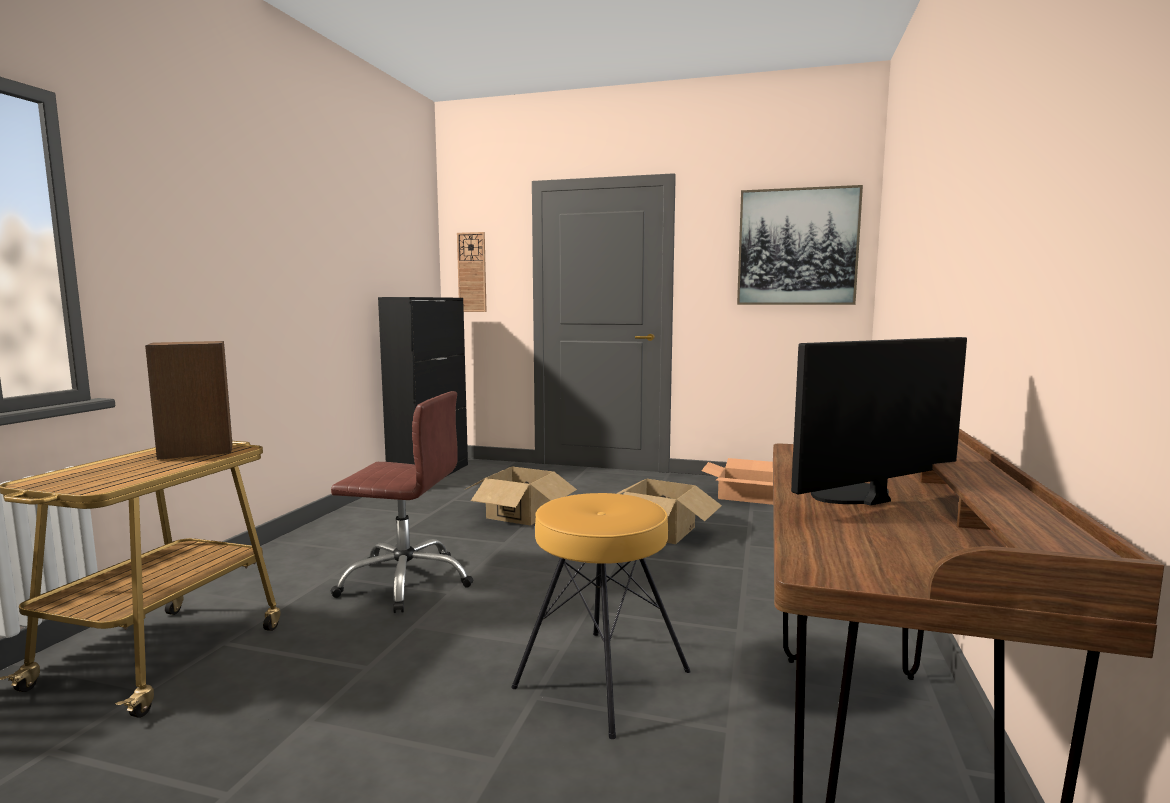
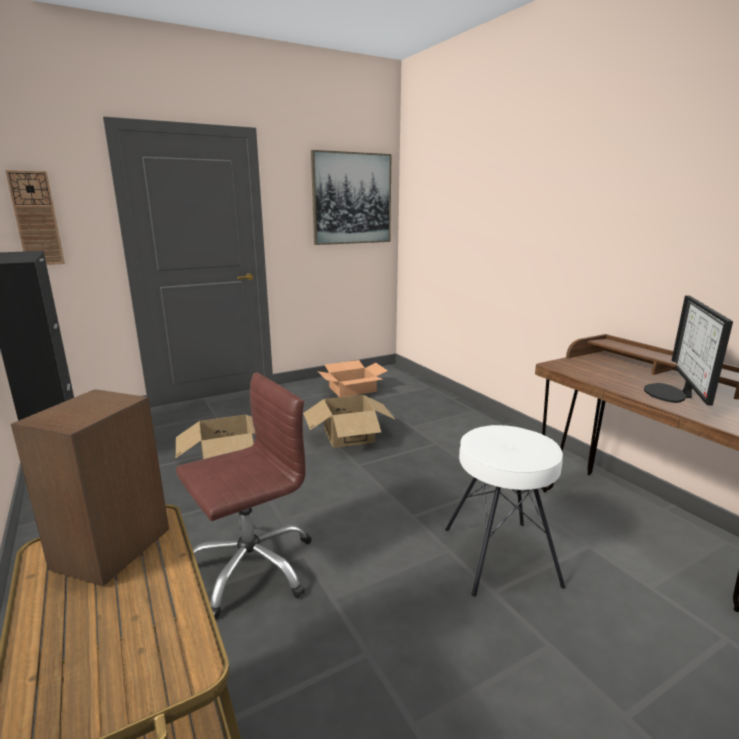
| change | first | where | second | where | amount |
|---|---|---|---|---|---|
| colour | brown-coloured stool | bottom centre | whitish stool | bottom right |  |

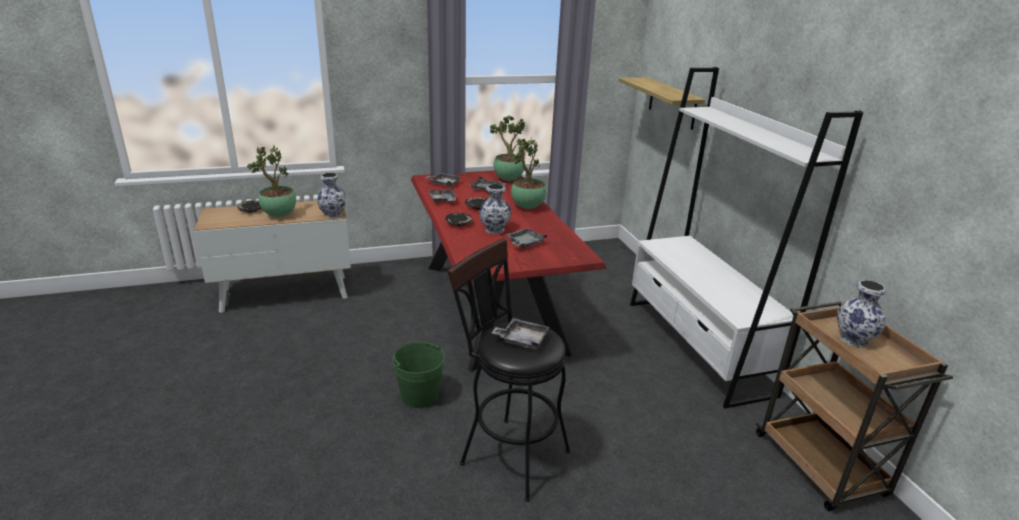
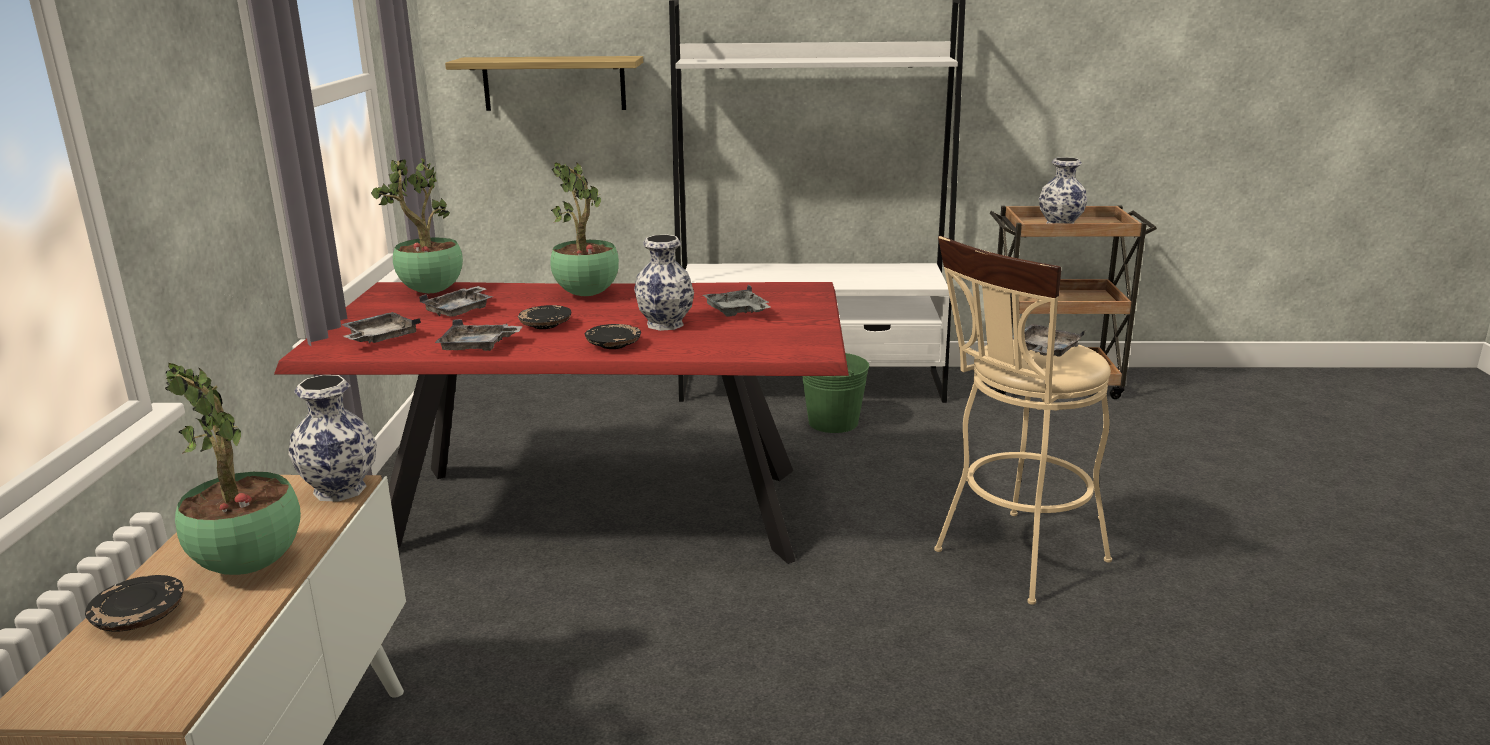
| change | first | where | second | where | amount |
|---|---|---|---|---|---|
| colour | blackish stool | bottom centre | beige-coloured stool | middle right |  |
| relocated | green water bucket | bottom centre |  | centre |  |

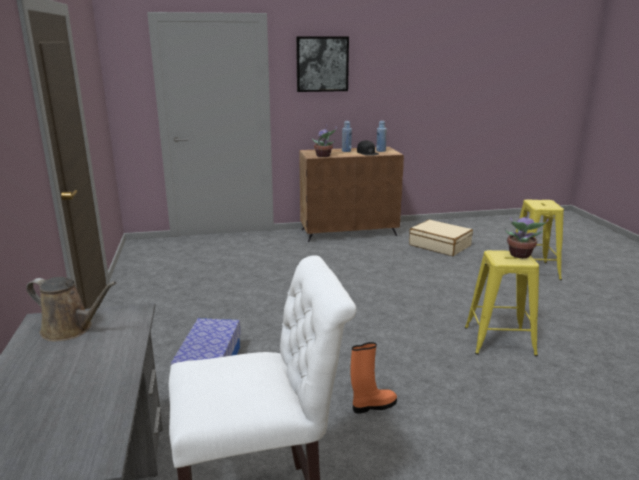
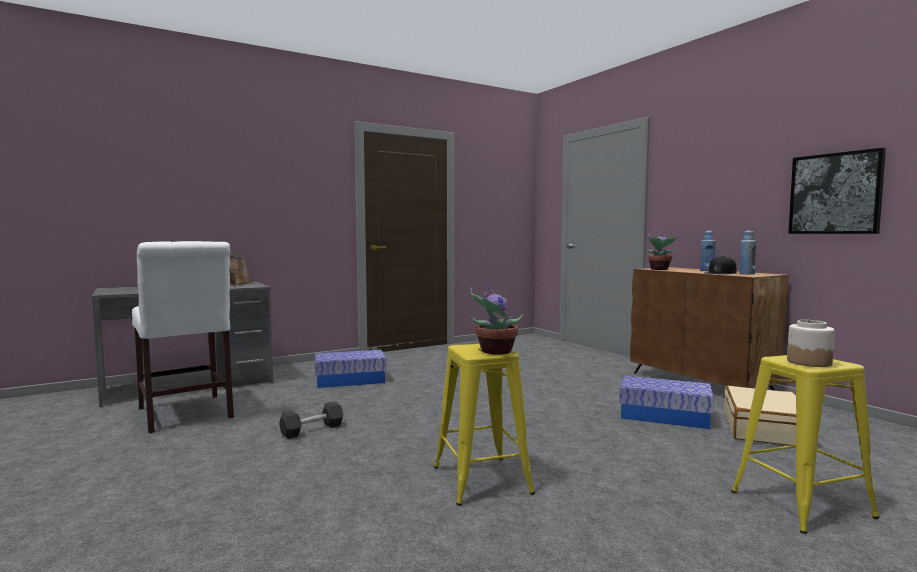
| change | first | where | second | where | amount |
|---|---|---|---|---|---|
| relocated | picture | top centre |  | middle right |  |
| exchanged | orangey tall boot | bottom centre | blackish free weight | bottom centre |  |
| appeared |  |  | storage jar | middle right |  |
| appeared |  |  | storage container (no. 2 from left) | bottom right |  |

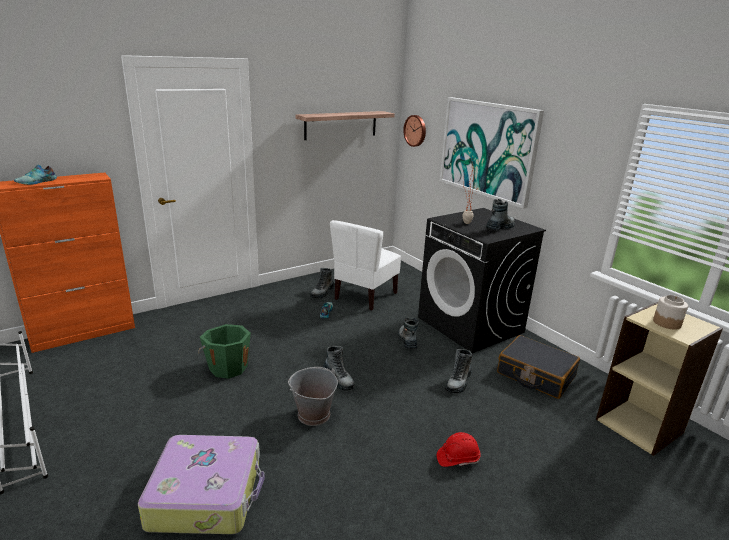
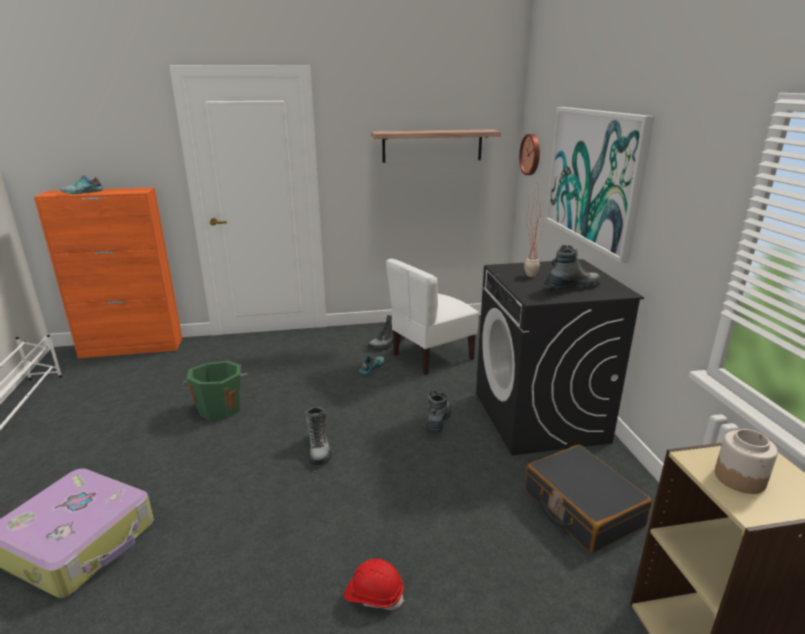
| change | first | where | second | where | amount |
|---|---|---|---|---|---|
| missing | tall boot (no. 4 from left) | bottom centre |  |  |  |
| missing | gray water bucket | bottom centre |  |  |  |

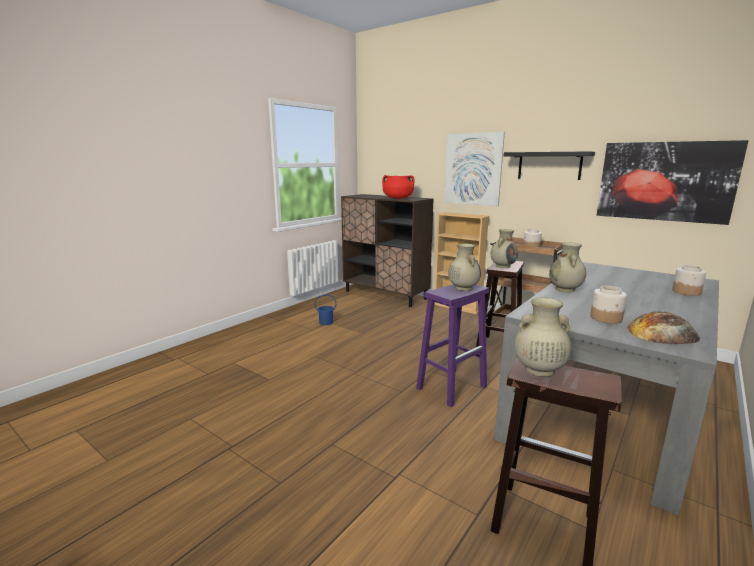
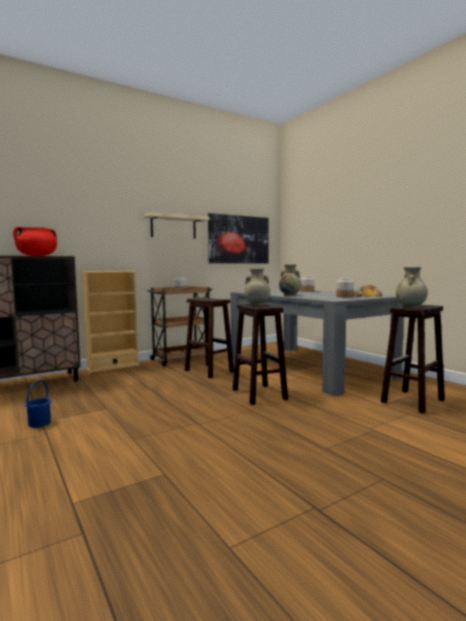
| change | first | where | second | where | amount |
|---|---|---|---|---|---|
| missing | picture (no. 1 from left) | top centre |  |  |  |
| colour | blackish wall shelf | top right | beige-coloured wall shelf | centre |  |
| missing | beige-coloured flower vase (no. 2 from left) | middle right |  |  |  |
| colour | purplish stool | centre | brown-coloured stool (no. 2 from left) | centre |  |

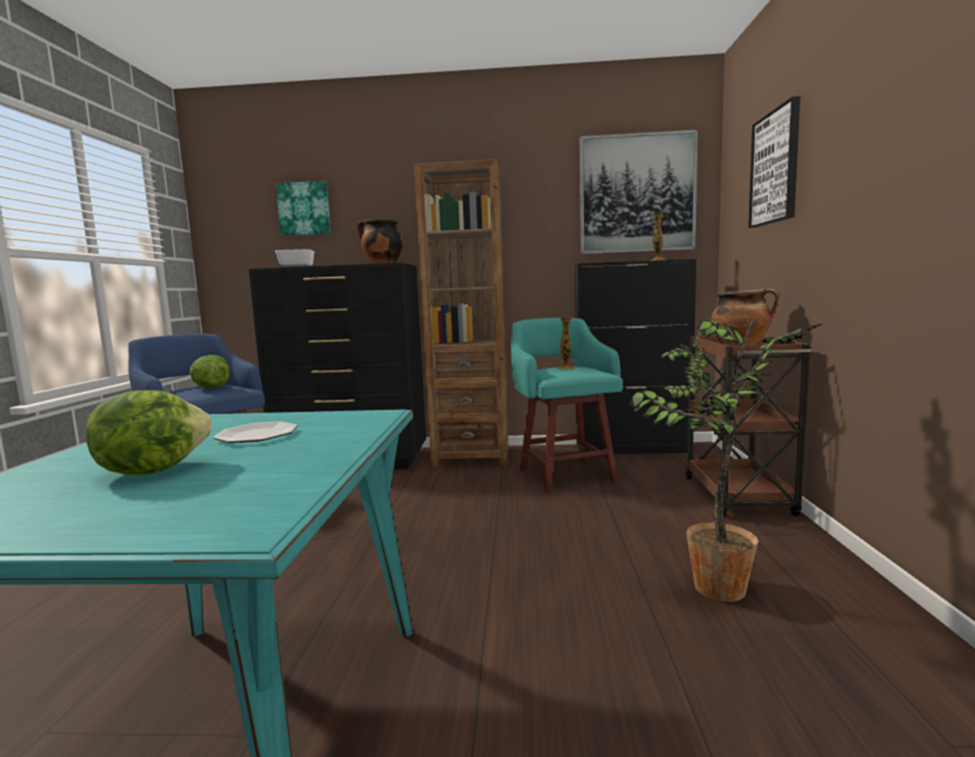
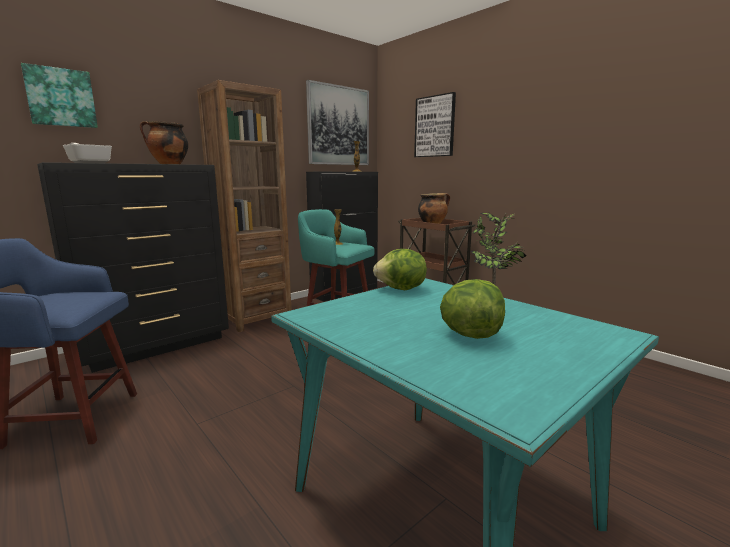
| change | first | where | second | where | amount |
|---|---|---|---|---|---|
| relocated | lettuce head (no. 2 from left in the first image) | middle left | lettuce head (no. 1 from left) | centre |  |
| missing | plate | middle left |  |  |  |

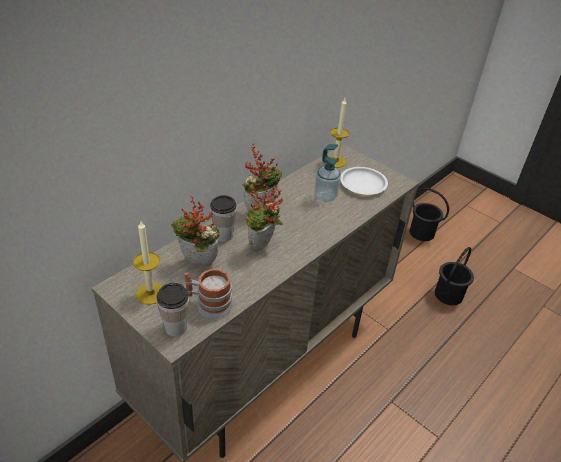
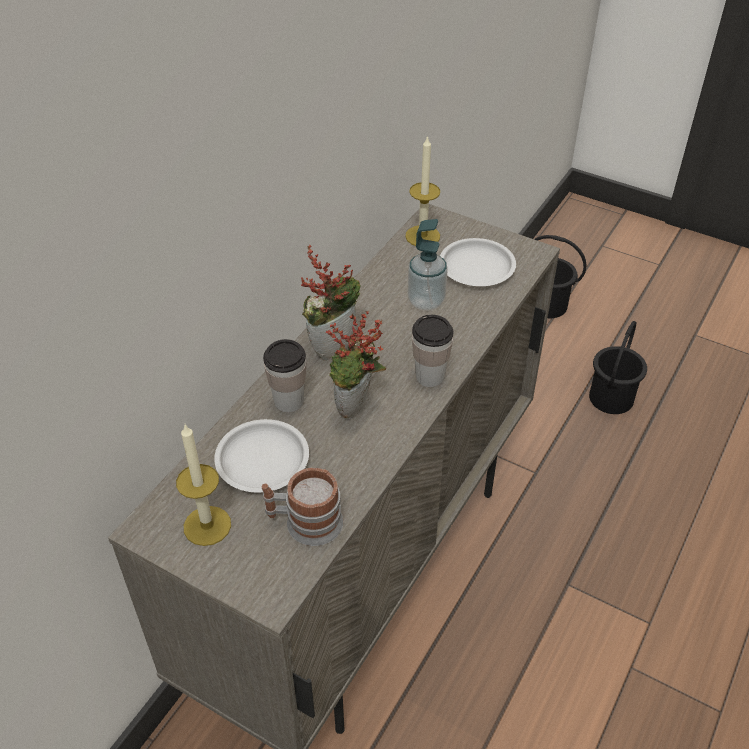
| change | first | where | second | where | amount |
|---|---|---|---|---|---|
| exchanged | plant in a pot (no. 1 from left) | centre | whitish plate (no. 1 from left) | centre |  |
| relocated | cup (no. 1 from left in the first image) | bottom left | cup (no. 2 from left) | centre |  |

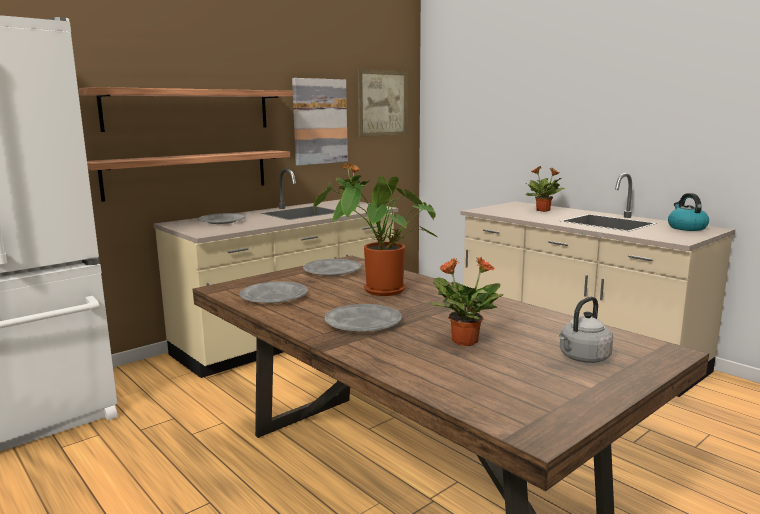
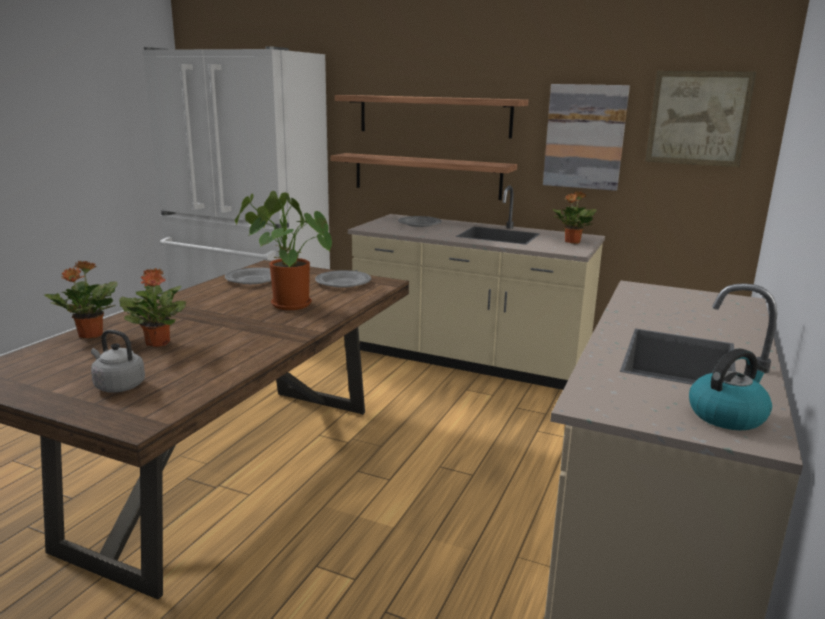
| change | first | where | second | where | amount |
|---|---|---|---|---|---|
| relocated | plant in a pot (no. 4 from left in the first image) | middle right | plant in a pot (no. 1 from left) | middle left |  |
| missing | gray plate (no. 4 from left) | centre |  |  |  |

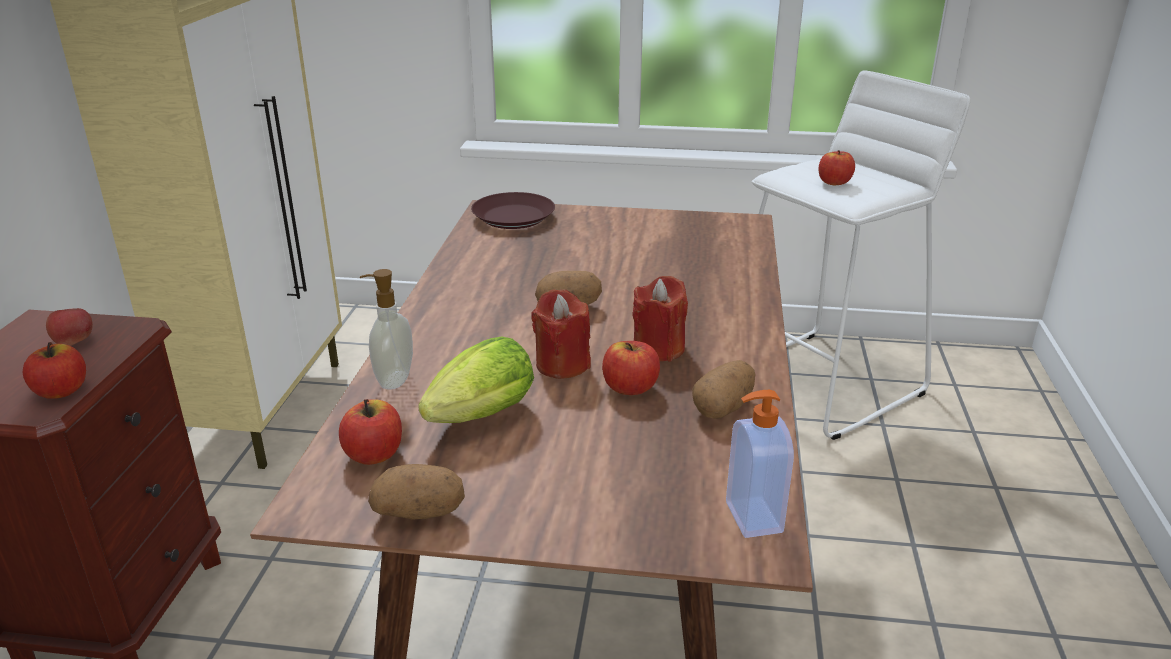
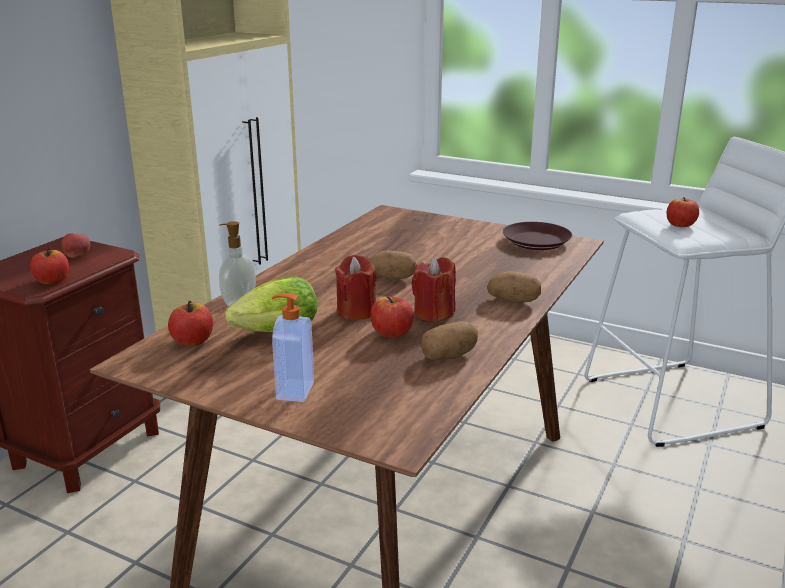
| change | first | where | second | where | amount |
|---|---|---|---|---|---|
| relocated | brown-coloured plate | top centre |  | middle right |  |
| relocated | soap bottle (no. 2 from left) | bottom centre |  | centre |  |
| relocated | potato (no. 1 from left in the first image) | bottom centre | potato (no. 3 from left) | centre |  |

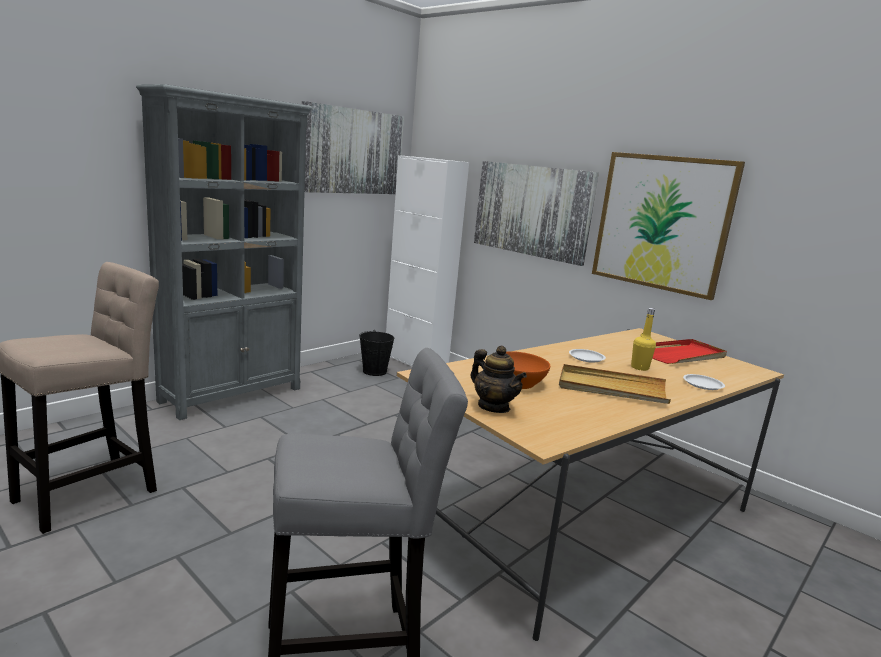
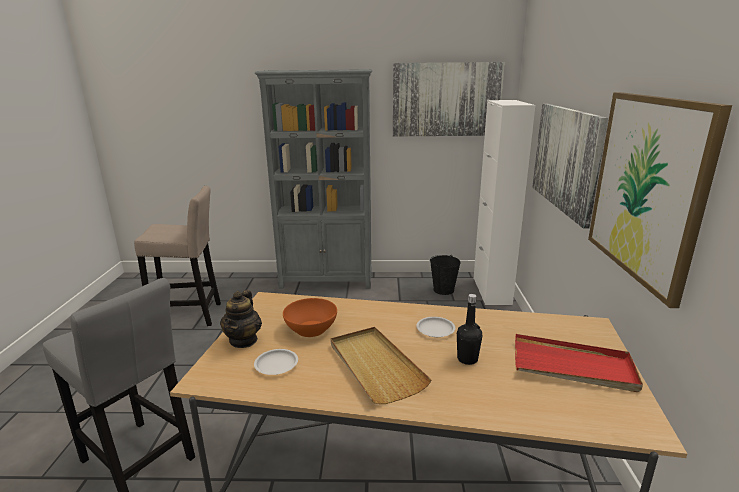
| change | first | where | second | where | amount |
|---|---|---|---|---|---|
| colour | yellow-coloured beverage bottle | middle right | blackish beverage bottle | bottom centre |  |
| relocated | whitish plate (no. 2 from left in the first image) | middle right | whitish plate (no. 1 from left) | bottom centre |  |

